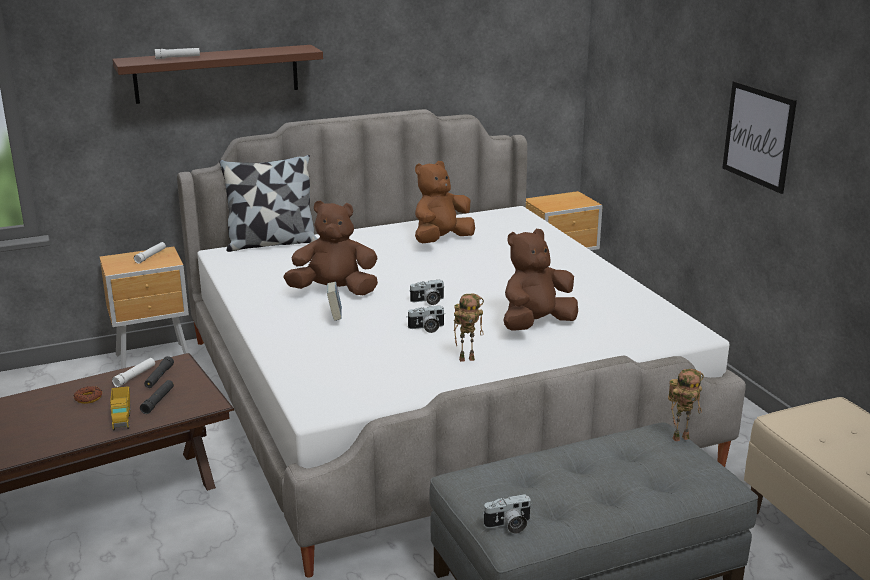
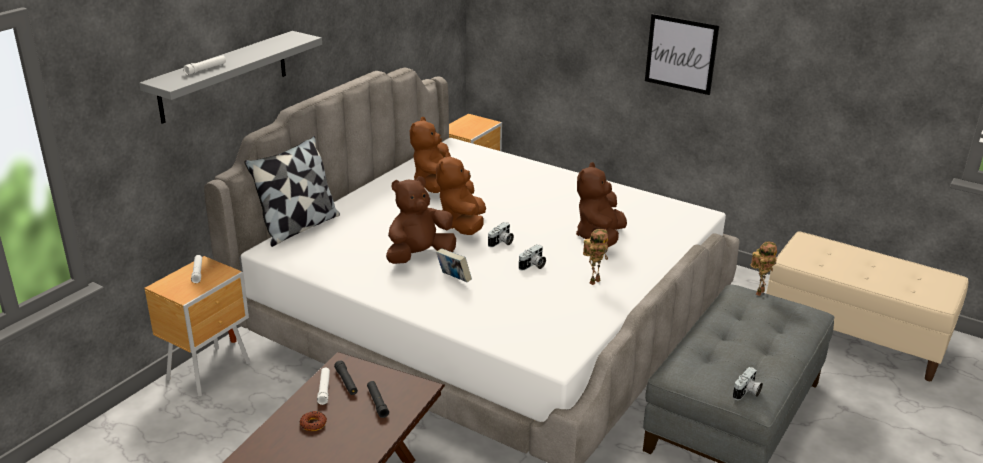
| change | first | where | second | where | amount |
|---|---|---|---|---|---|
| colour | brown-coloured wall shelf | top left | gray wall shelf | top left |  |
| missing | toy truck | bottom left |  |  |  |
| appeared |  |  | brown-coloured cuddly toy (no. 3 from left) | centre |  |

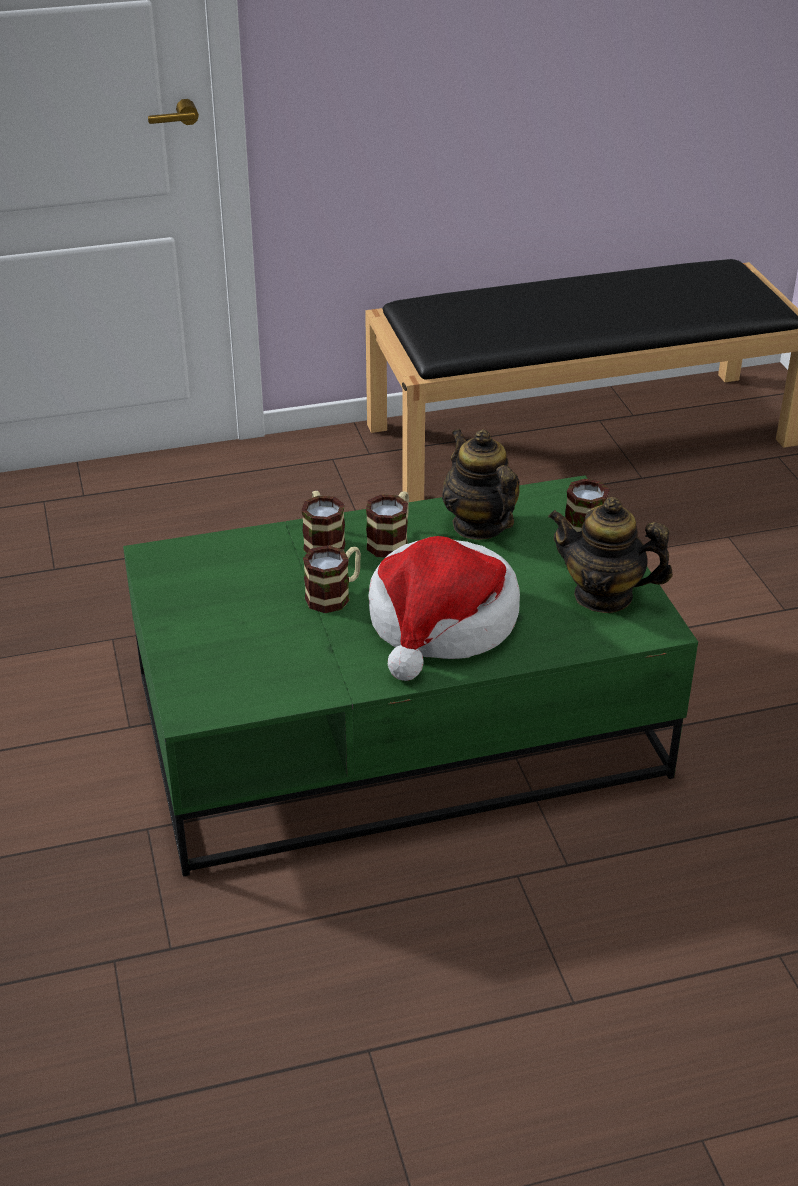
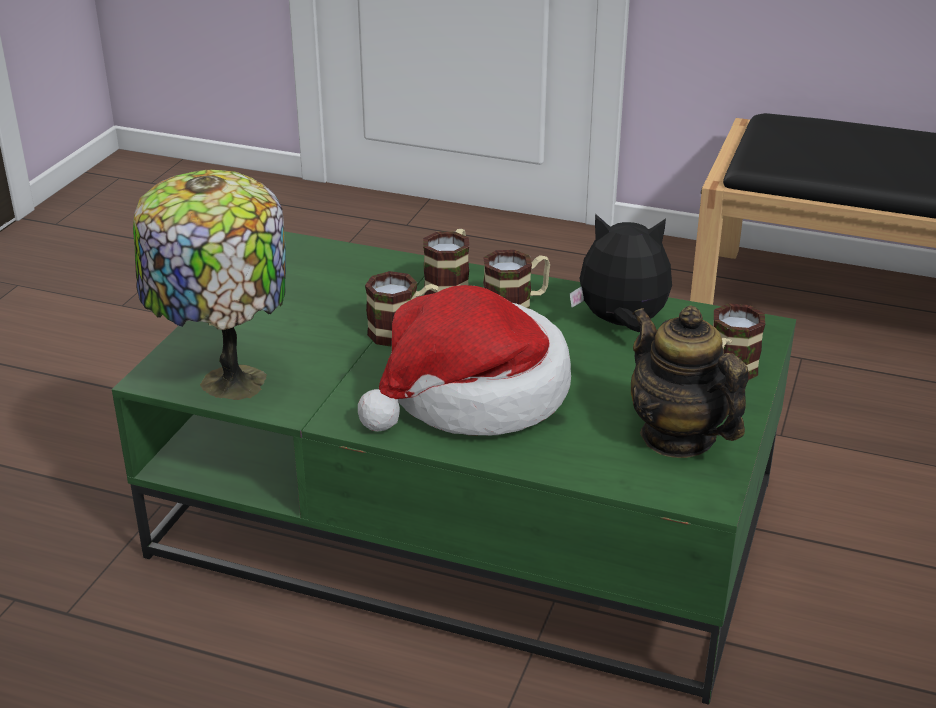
| change | first | where | second | where | amount |
|---|---|---|---|---|---|
| exchanged | teapot (no. 1 from left) | centre | cuddly toy | centre |  |
| appeared |  |  | tabletop lamp | middle left |  |

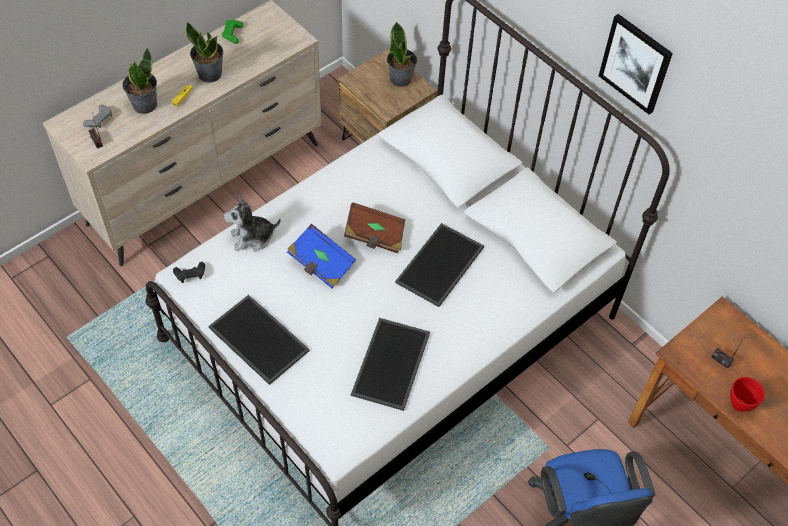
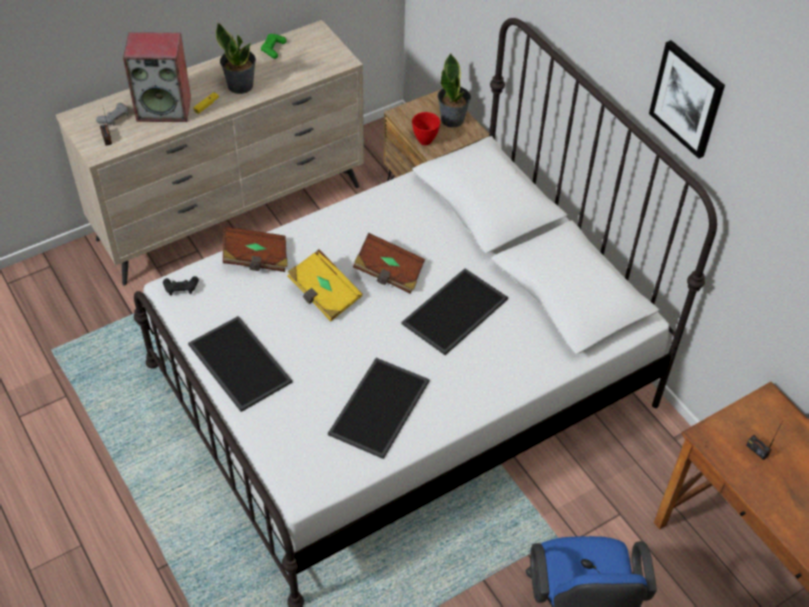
| change | first | where | second | where | amount |
|---|---|---|---|---|---|
| exchanged | plant in a pot (no. 1 from left) | top left | loudspeaker | top left |  |
| exchanged | cuddly toy | middle left | brown-coloured bound book (no. 1 from left) | middle left |  |
| colour | bluish bound book | centre | yellow-coloured bound book | centre |  |
| relocated | red bowl | bottom right |  | top centre |  |

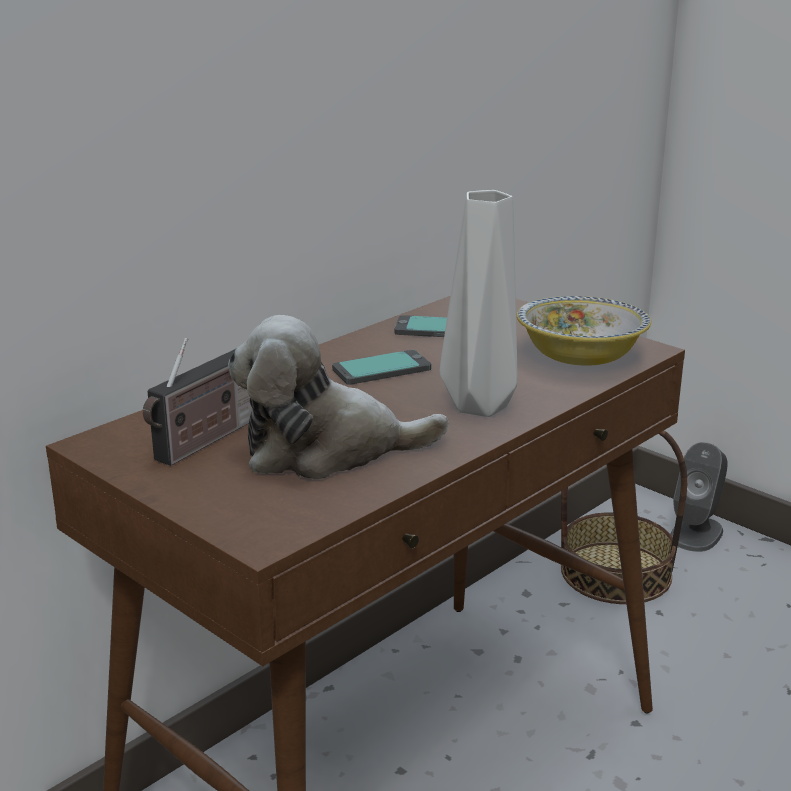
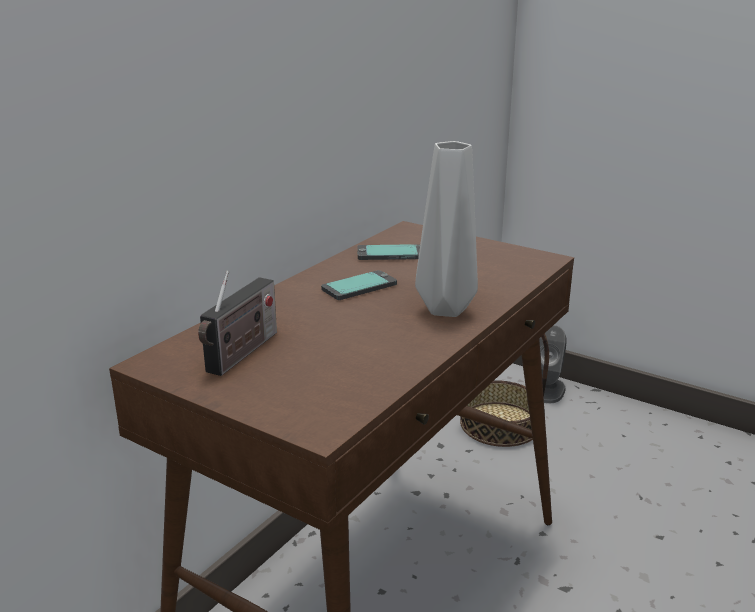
| change | first | where | second | where | amount |
|---|---|---|---|---|---|
| missing | bowl | middle right |  |  |  |
| missing | cuddly toy | centre |  |  |  |

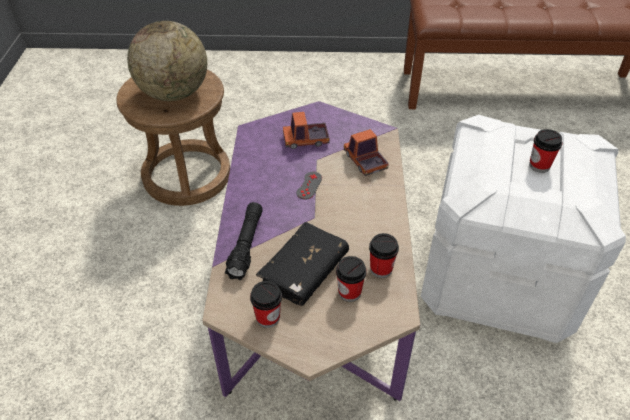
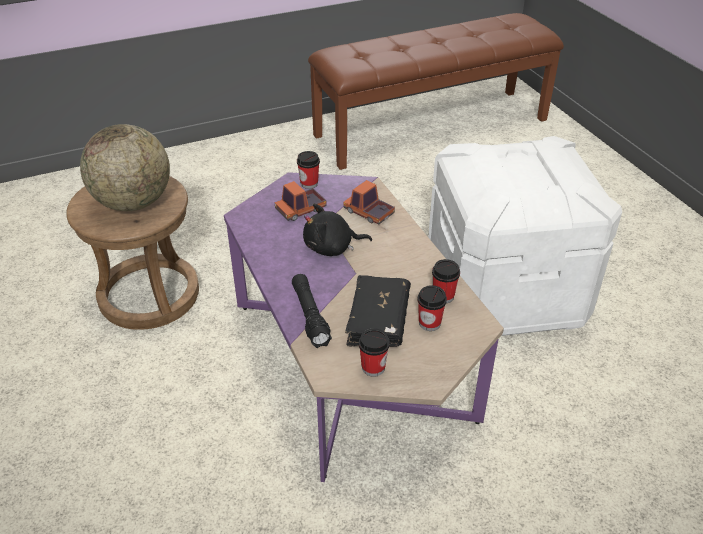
| change | first | where | second | where | amount |
|---|---|---|---|---|---|
| relocated | cup (no. 4 from left in the first image) | middle right | cup (no. 1 from left) | top centre |  |
| exchanged | gray joypad | centre | blackish cuddly toy | centre |  |

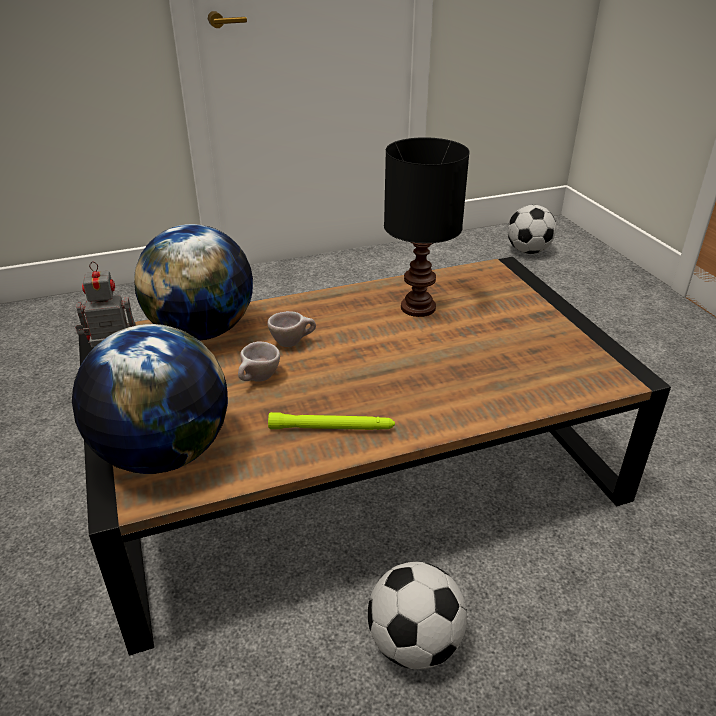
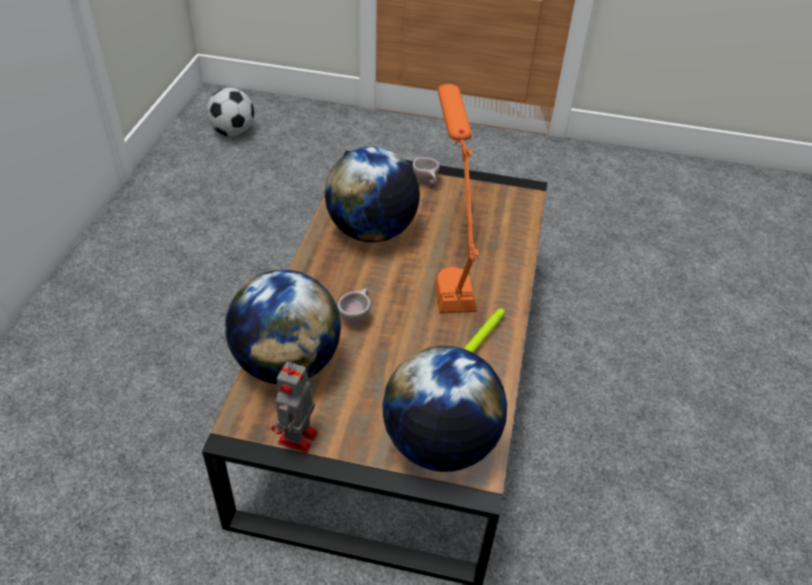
| change | first | where | second | where | amount |
|---|---|---|---|---|---|
| exchanged | blackish tabletop lamp | top centre | desk globe (no. 2 from left) | top centre |  |
| relocated | beige-coloured cup (no. 1 from left in the first image) | centre | beige-coloured cup (no. 2 from left) | top centre |  |
| missing | football ball (no. 1 from left) | bottom centre |  |  |  |
| appeared |  |  | orangey tabletop lamp | centre |  |

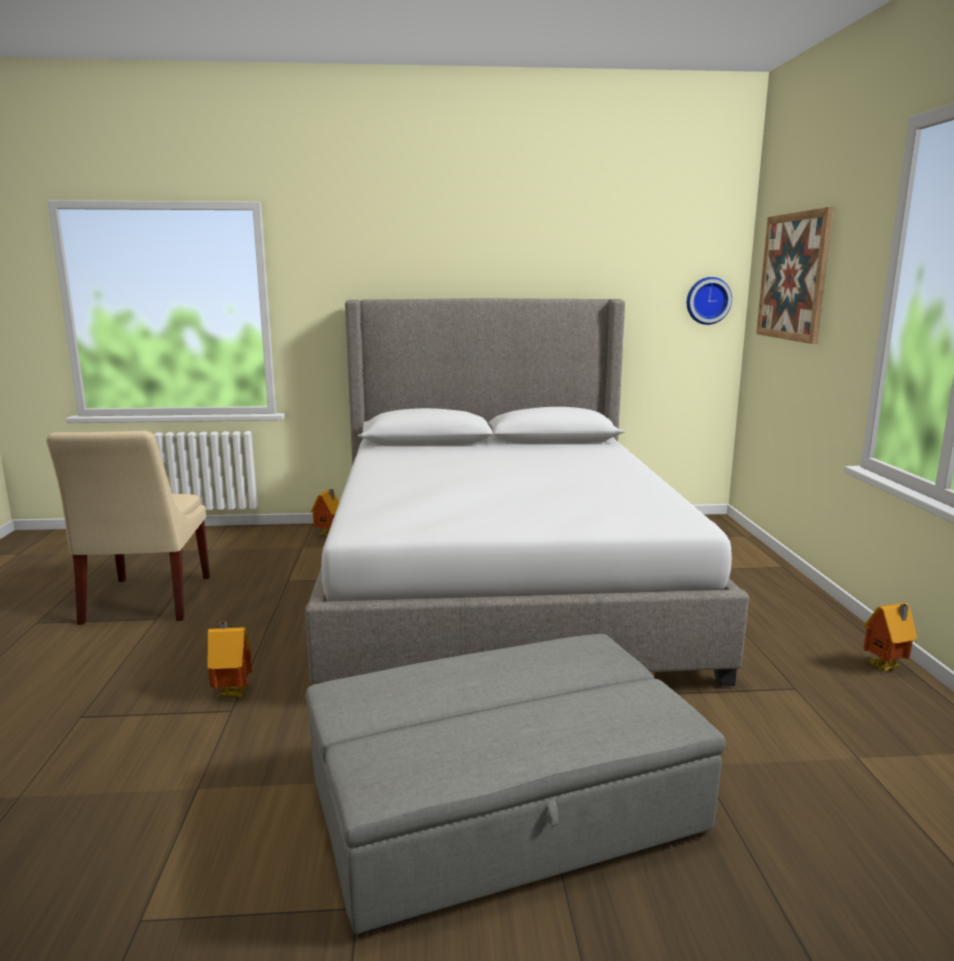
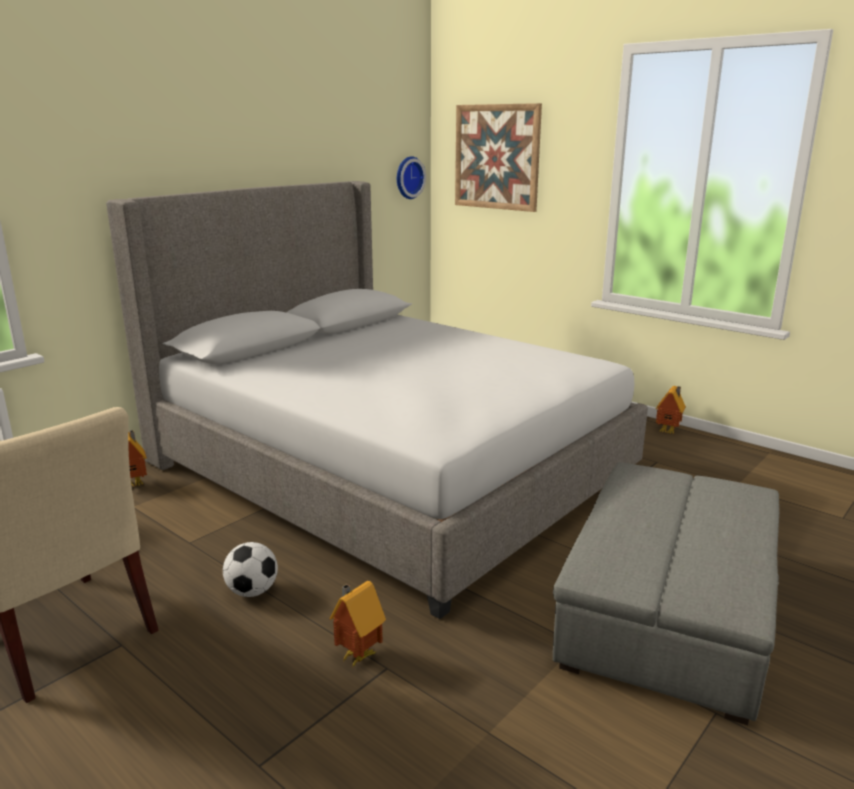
| change | first | where | second | where | amount |
|---|---|---|---|---|---|
| appeared |  |  | football ball | bottom left |  |

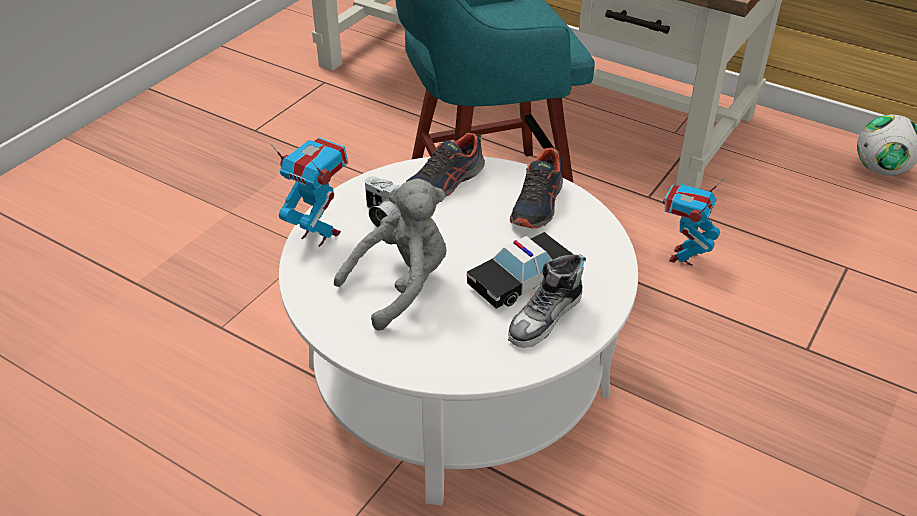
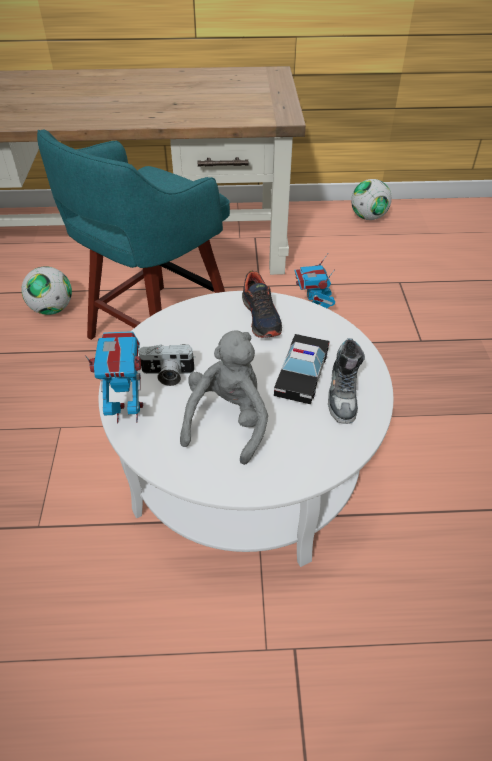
| change | first | where | second | where | amount |
|---|---|---|---|---|---|
| missing | shoe (no. 1 from left) | top centre |  |  |  |
| appeared |  |  | football ball (no. 1 from left) | middle left |  |

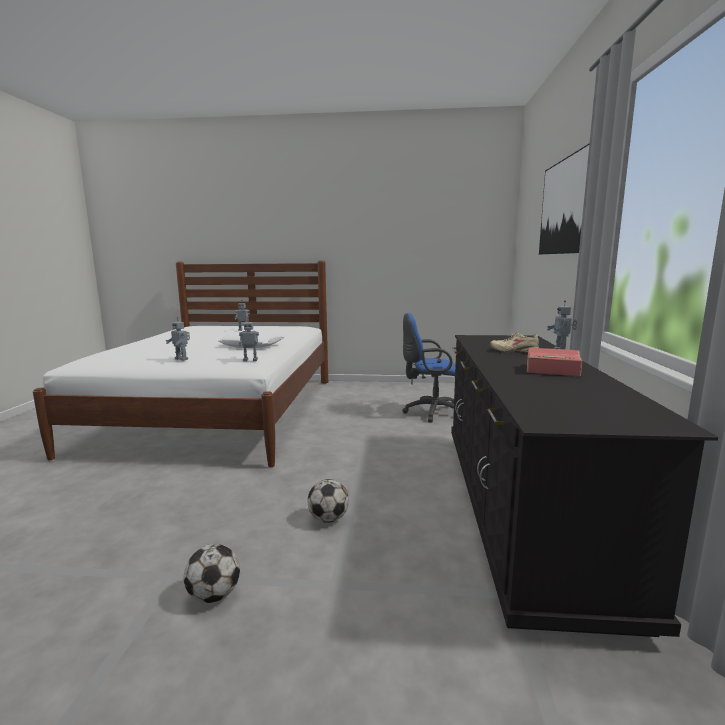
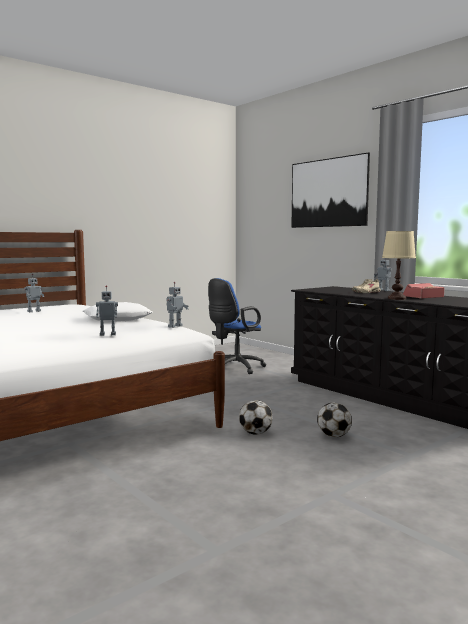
| change | first | where | second | where | amount |
|---|---|---|---|---|---|
| relocated | football ball (no. 1 from left) | bottom left |  | bottom centre |  |
| appeared |  |  | beige-coloured tabletop lamp | middle right |  |

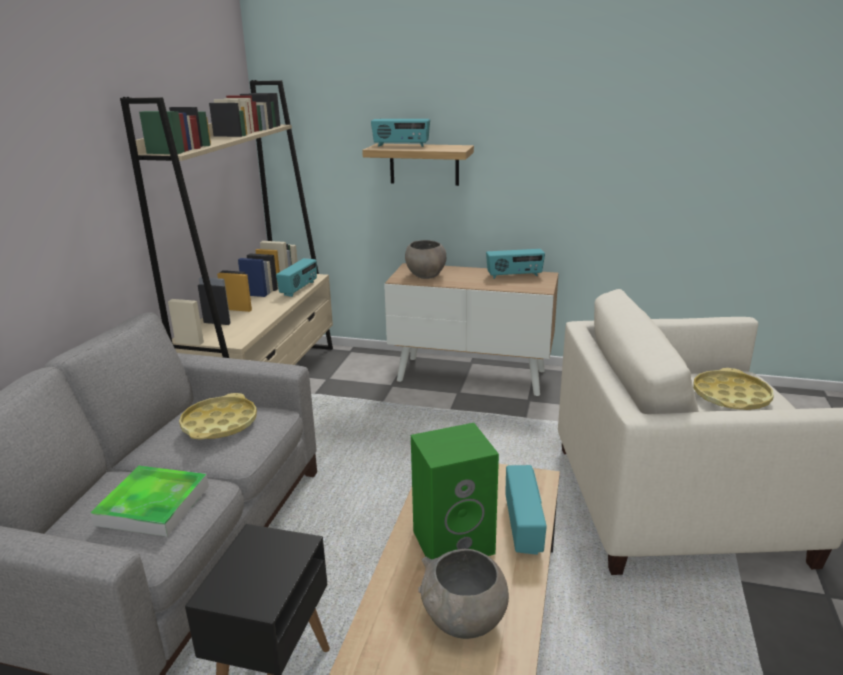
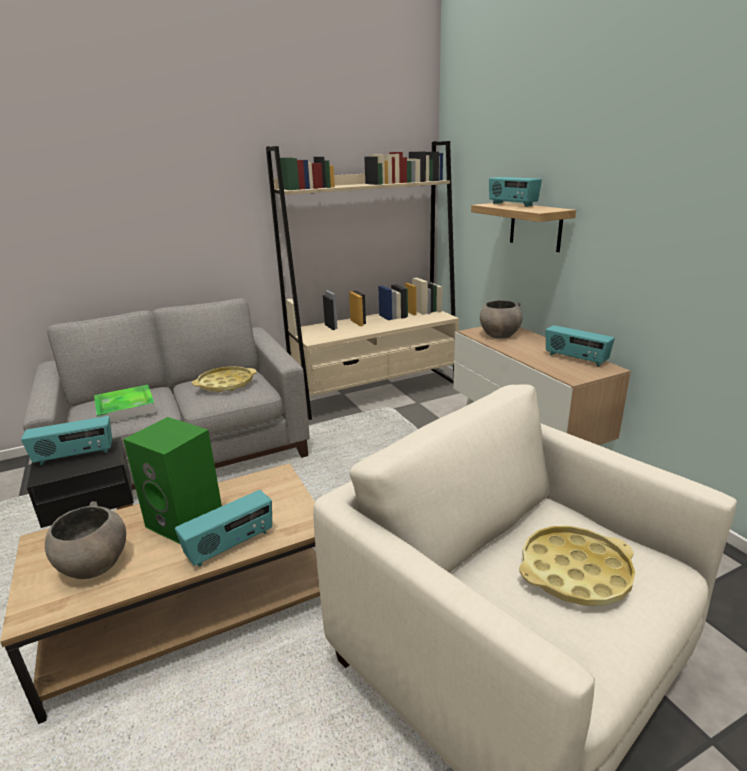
| change | first | where | second | where | amount |
|---|---|---|---|---|---|
| relocated | radio receiver (no. 1 from left) | centre |  | middle left |  |

